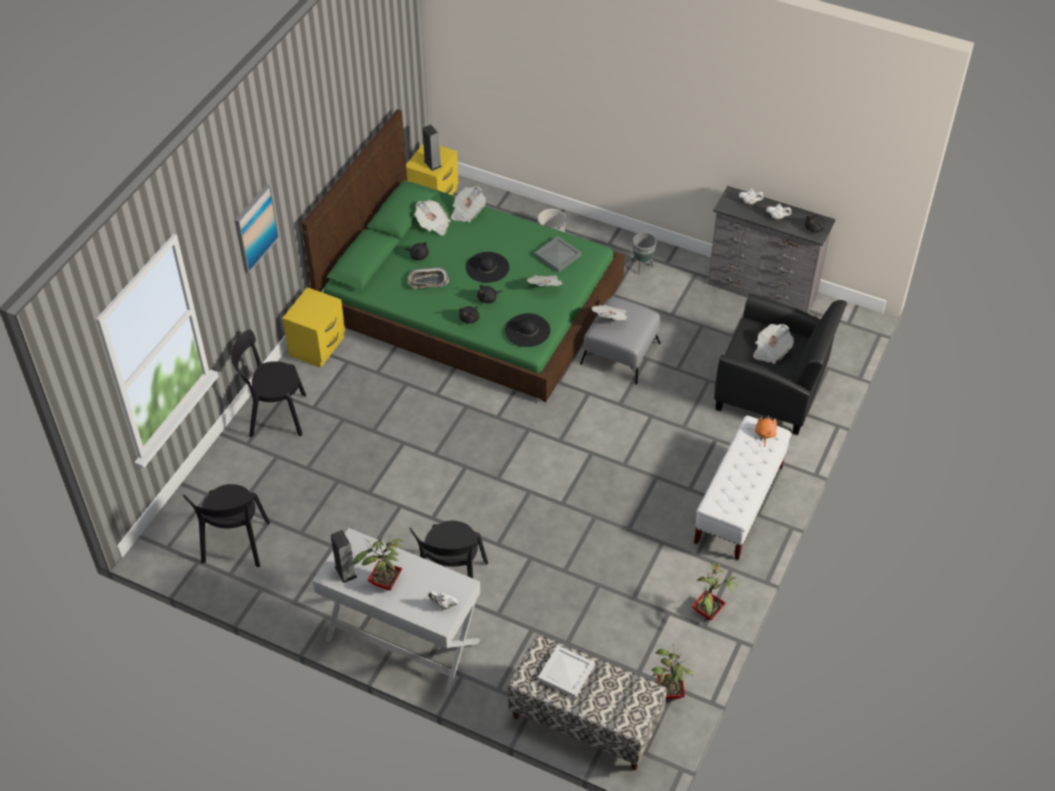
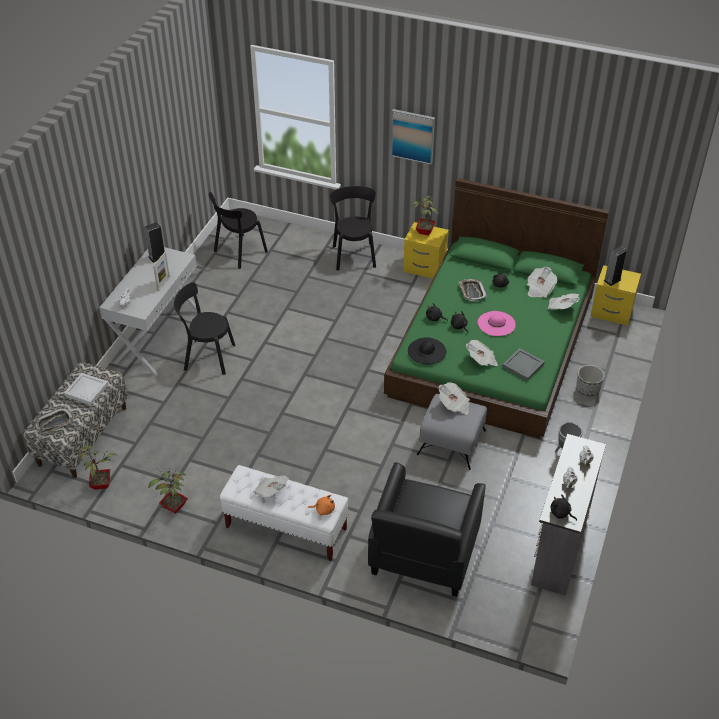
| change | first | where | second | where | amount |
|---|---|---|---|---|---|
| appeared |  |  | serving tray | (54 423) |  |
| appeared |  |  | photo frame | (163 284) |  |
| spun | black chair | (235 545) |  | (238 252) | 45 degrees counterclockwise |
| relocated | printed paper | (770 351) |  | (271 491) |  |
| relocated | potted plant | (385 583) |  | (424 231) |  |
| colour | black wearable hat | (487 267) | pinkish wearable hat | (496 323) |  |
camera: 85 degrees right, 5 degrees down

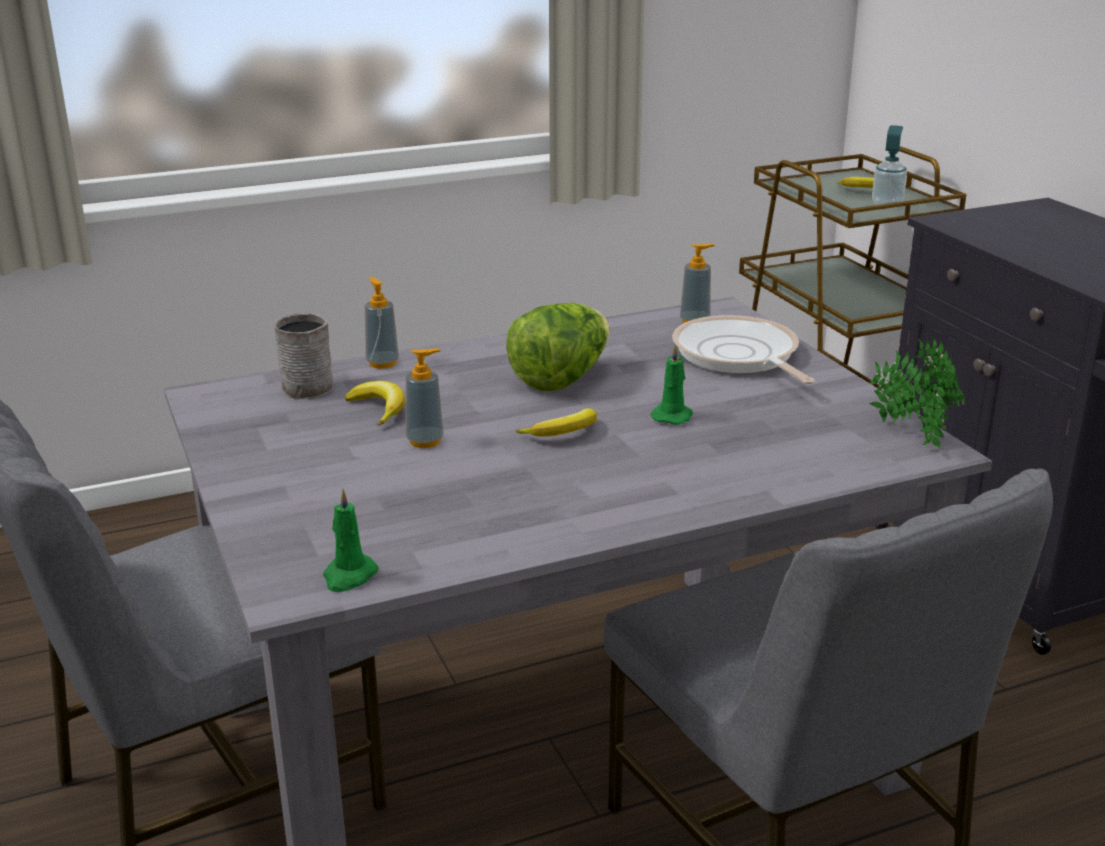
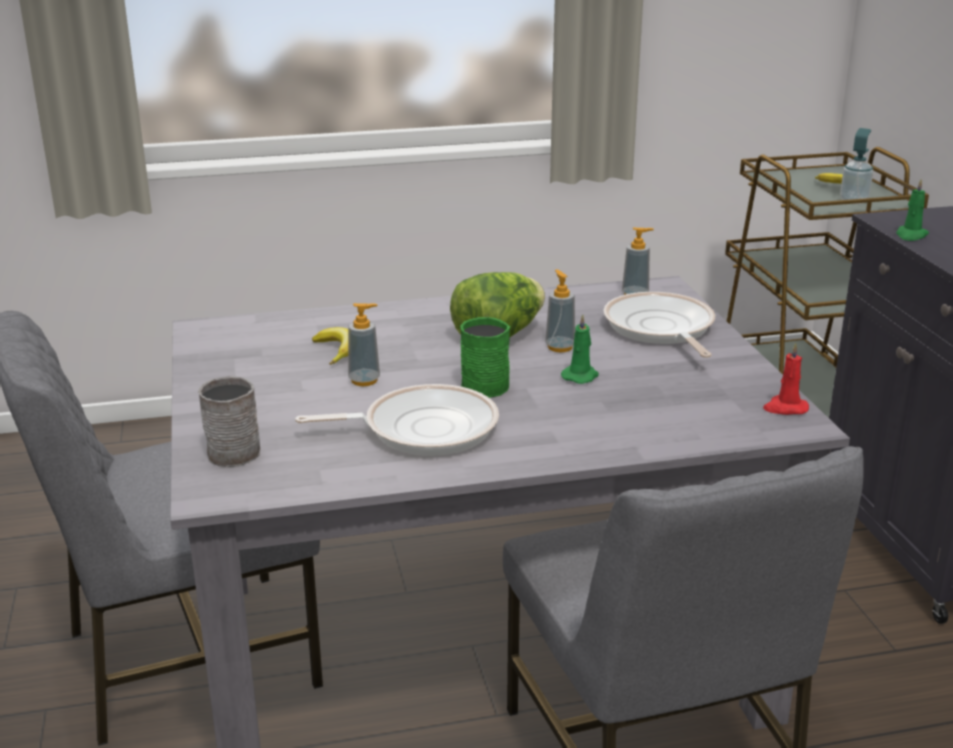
| change | first | where | second | where | amount |
|---|---|---|---|---|---|
| relocated | greyish tea mug | (305 385) |  | (233 449) |  |
| appeared |  |  | frying pan | (423 428) |  |
| exchanged | whole banana | (563 433) | green tea mug | (481 383) |  |
| relocated | liquid soap bottle | (382 363) |  | (560 347) |  |
| exchanged | potted plant | (910 433) | red candle | (785 408) |  |
| relocated | green candle | (349 576) |  | (911 235) |  |
camera: 10 degrees right, 0 degrees up

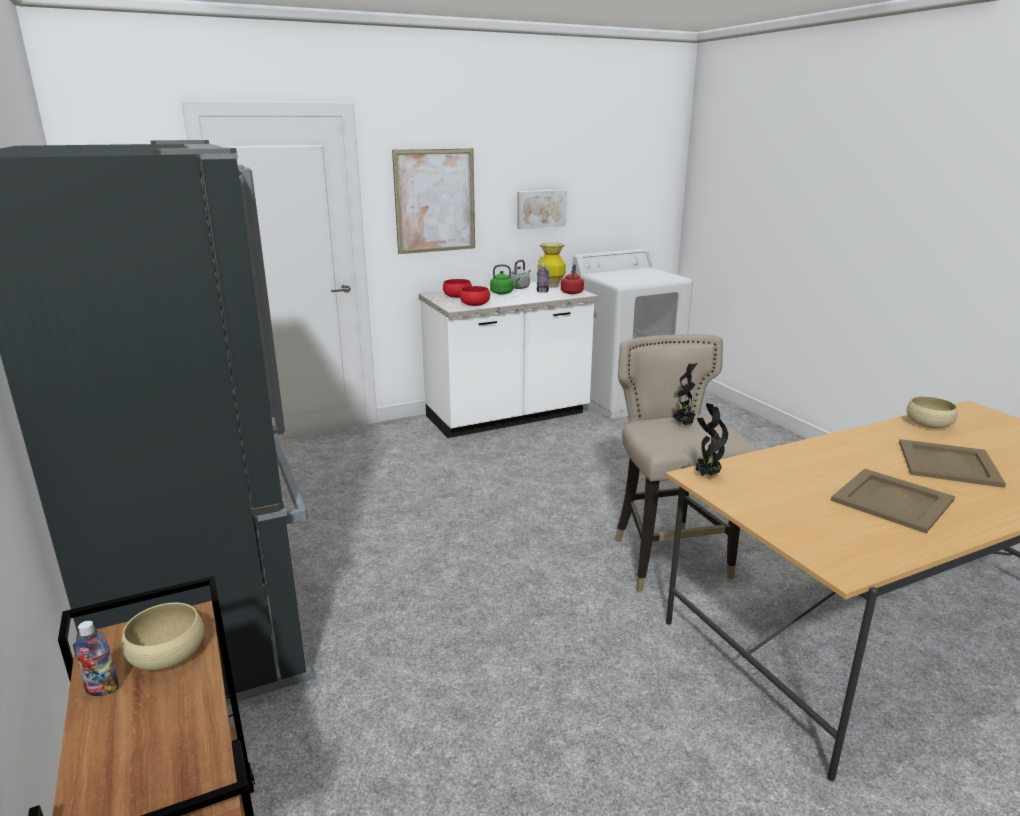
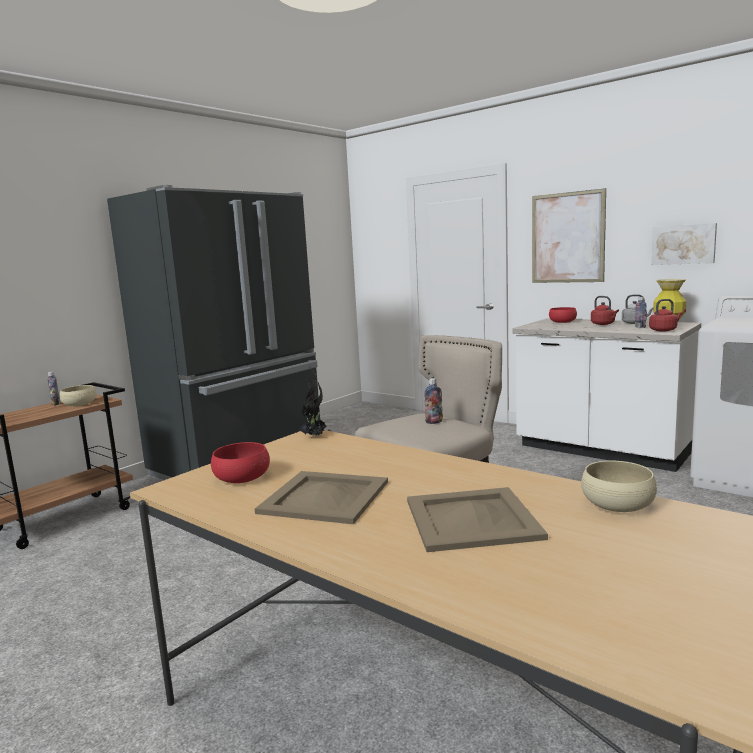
| change | first | where | second | where | amount |
|---|---|---|---|---|---|
| relocated | red deep dish | (475 304) |  | (242 477) |  |
| exchanged | potted plant | (684 425) | drink bottle | (434 422) |  |
| colour | green water kettle | (503 293) | red water kettle | (604 324) |  |
camera: 65 degrees right, 10 degrees down

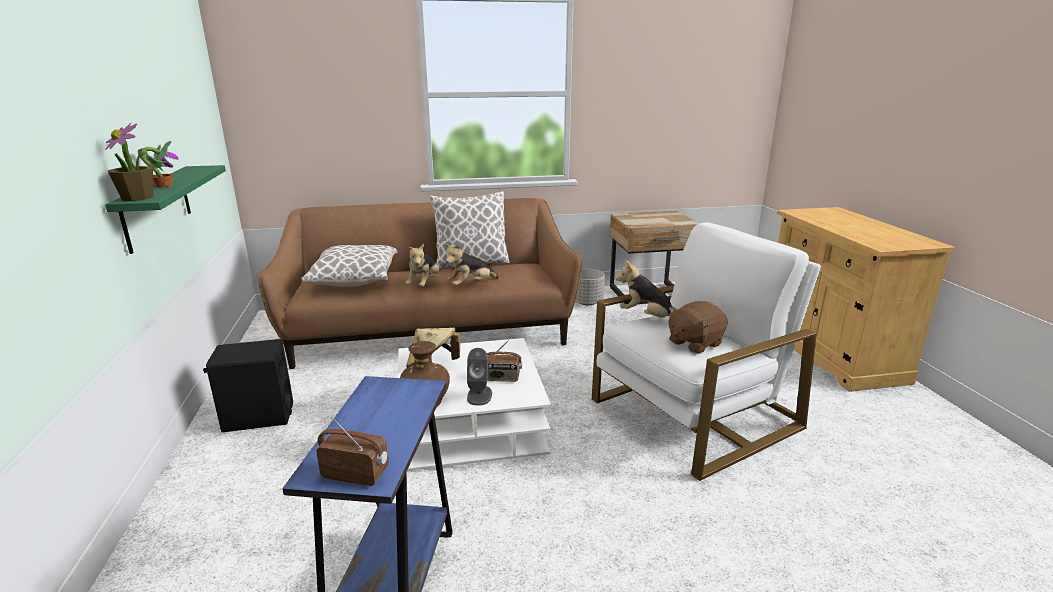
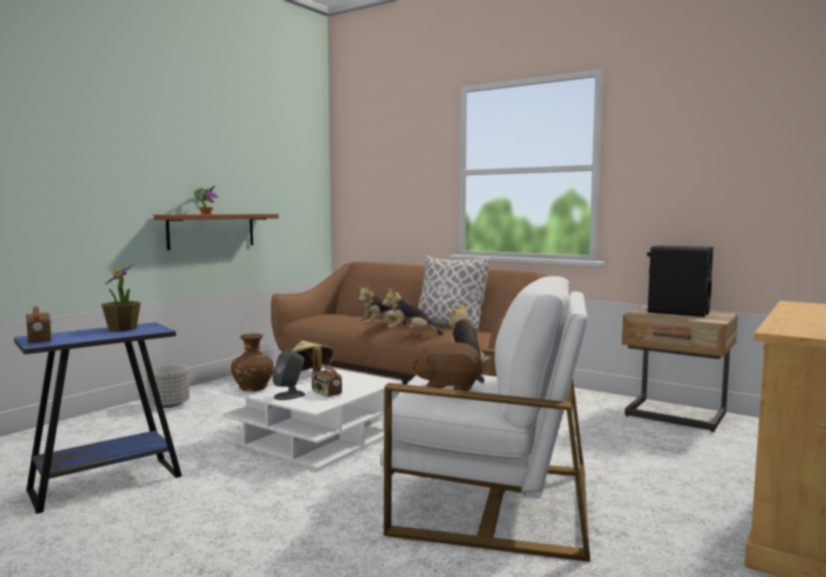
| change | first | where | second | where | amount |
|---|---|---|---|---|---|
| relocated | potted plant | (138 198) |  | (122 329) |  |
| relocated | greyish plant pot | (587 302) |  | (169 405) |  |
| colour | green shelf | (157 207) | brown shelf | (211 231) |  |
| relocated | black speaker | (258 417) |  | (678 312) |  |
| missing | pillow | (354 281) |  |  |  |
camera: 45 degrees right, 15 degrees down

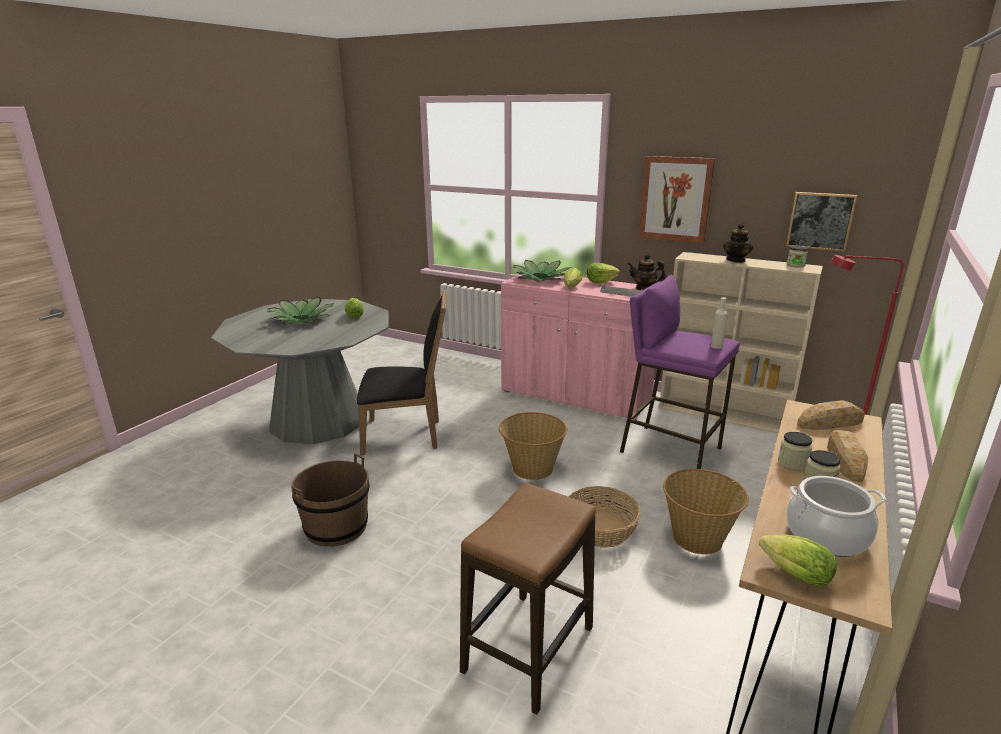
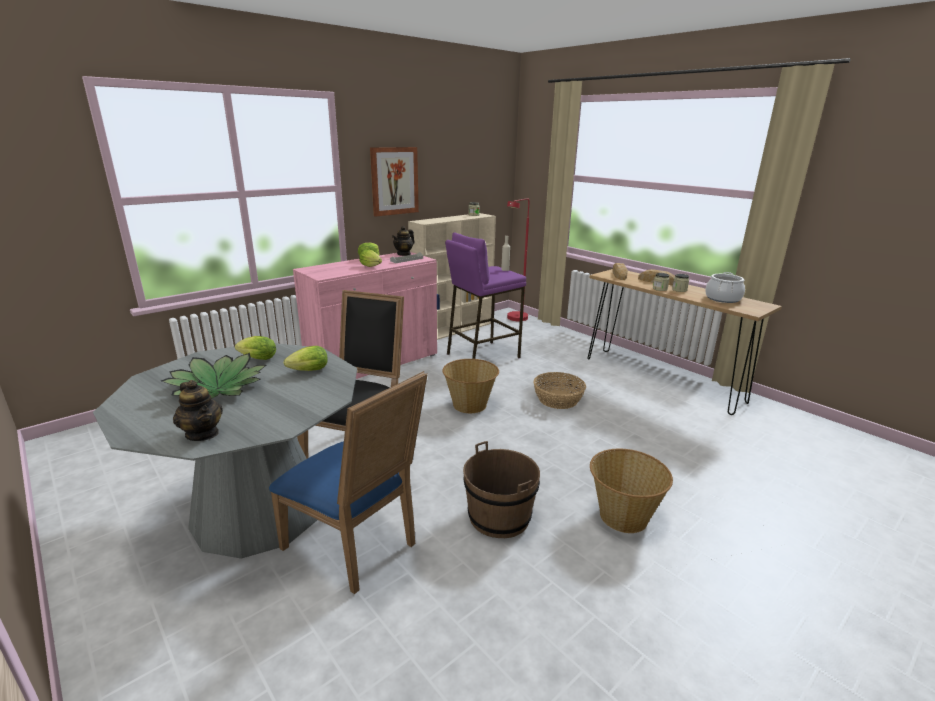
| change | first | where | second | where | amount |
|---|---|---|---|---|---|
| relocated | teapot | (736 260) |  | (202 434) |  |
| appeared |  |  | blue chair | (356 547) |  |
| relocated | lettuce head | (791 573) |  | (307 371) |  |
| relocated | household basket | (698 538) |  | (622 516) |  |
| missing | sitting stool | (528 650) |  |  |  |
| missing | potted plant | (540 278) |  |  |  |
| missing | wall picture | (820 221) |  |  |  |
camera: 70 degrees left, 0 degrees up

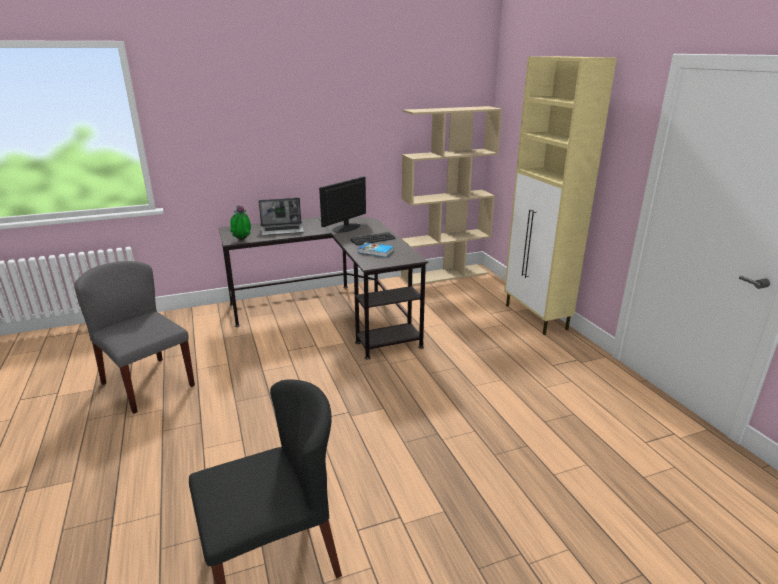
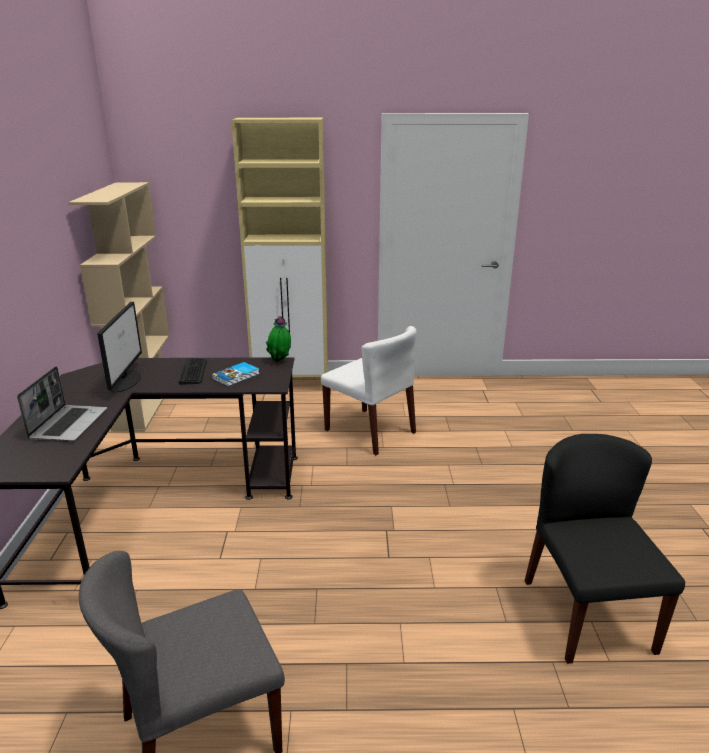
| change | first | where | second | where | amount |
|---|---|---|---|---|---|
| spun | monitor | (345 228) |  | (125 380) | 150 degrees counterclockwise |
| relocated | potted plant | (242 240) |  | (280 361) |  |
| appeared |  |  | white chair | (370 431) |  |
camera: 70 degrees left, 0 degrees up

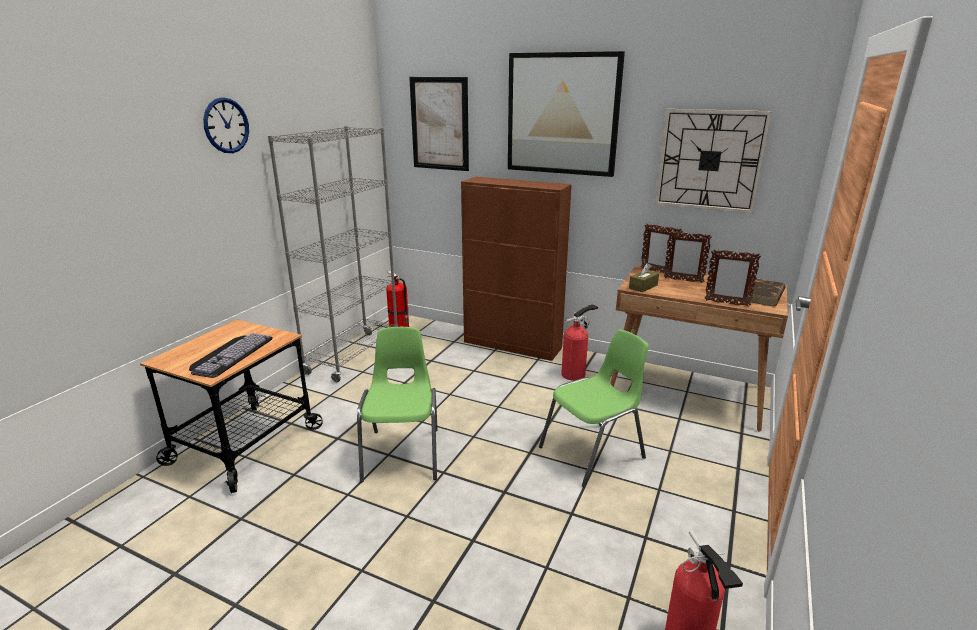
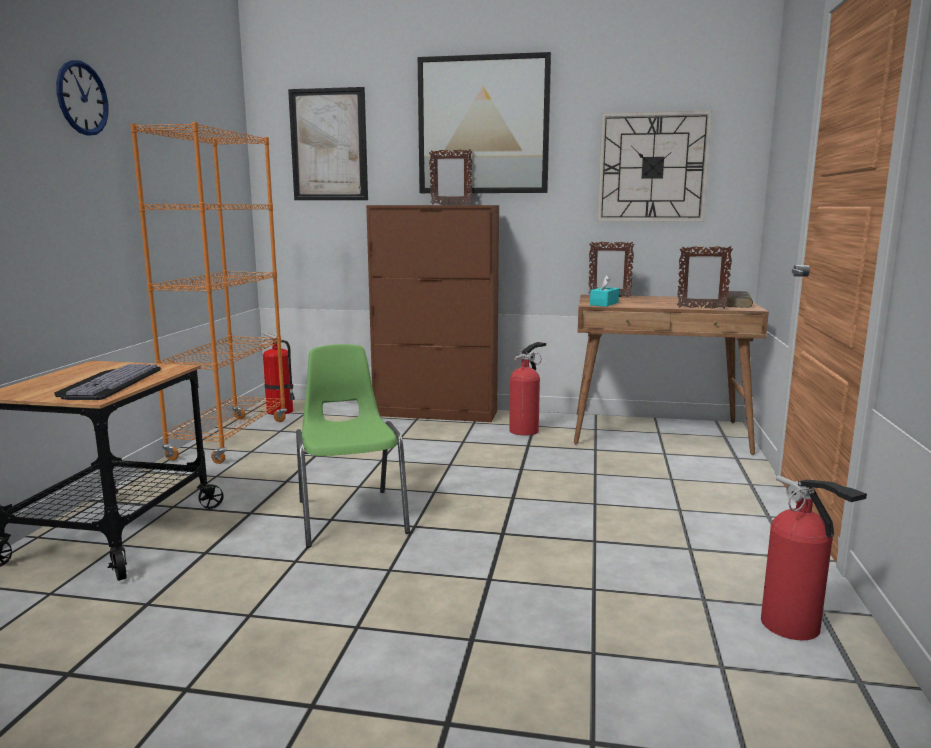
| change | first | where | second | where | amount |
|---|---|---|---|---|---|
| colour | greyish bookshelf | (353 356) | orangey bookshelf | (230 439) |  |
| relocated | photo frame | (683 280) |  | (450 204) |  |
| colour | brown tissue box | (643 286) | turquoise tissue box | (604 304) |  |
| missing | green chair | (594 453) |  |  |  |
camera: 15 degrees left, 10 degrees down

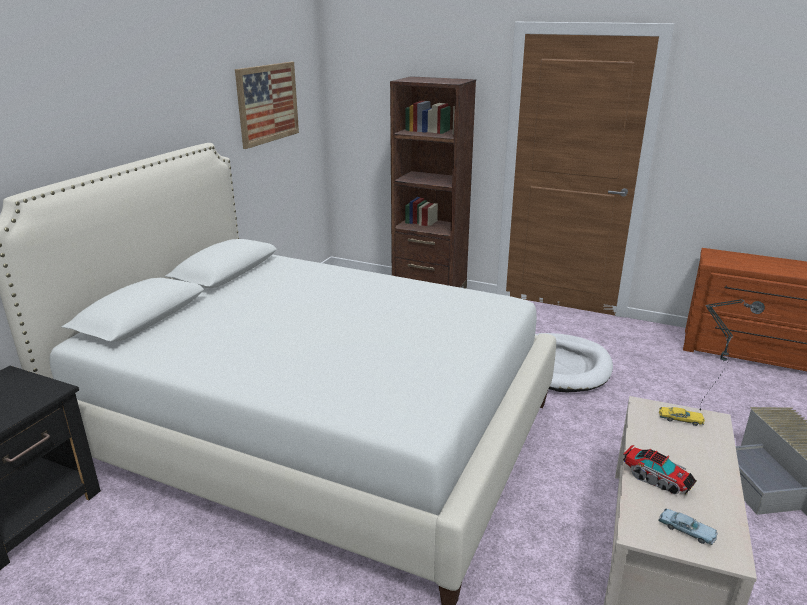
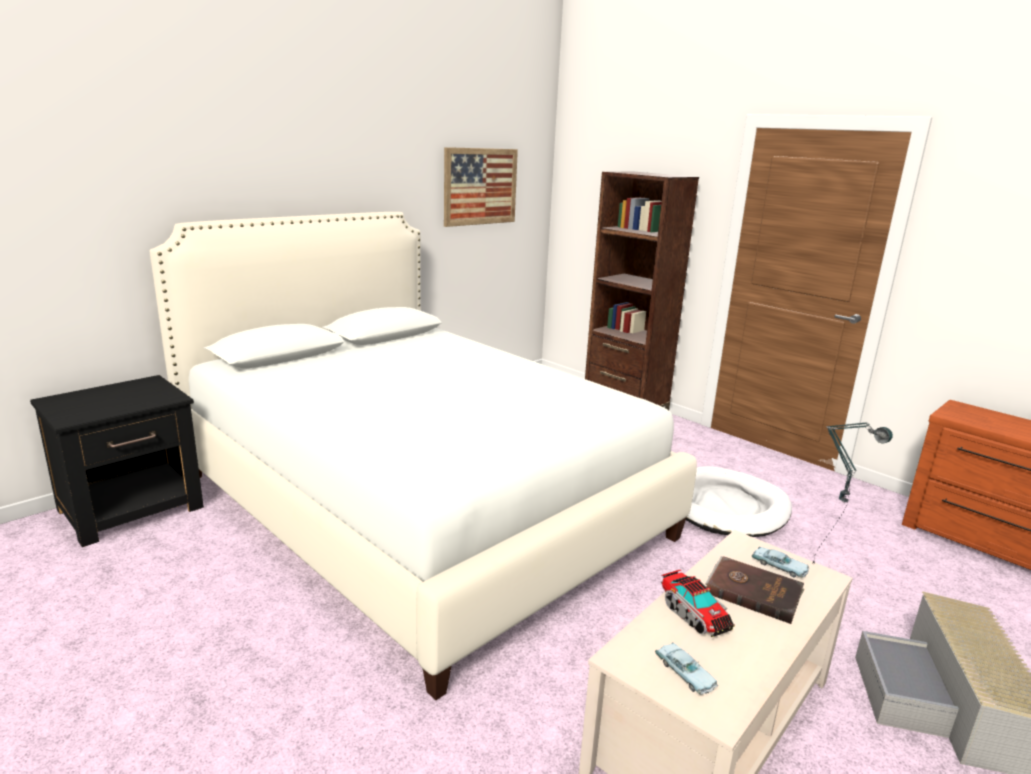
| change | first | where | second | where | amount |
|---|---|---|---|---|---|
| appeared |  |  | brown book | (753 591) |  |
| colour | yellowish model car | (680 419) | blue model car | (779 566) |  |
camera: 20 degrees right, 5 degrees down

